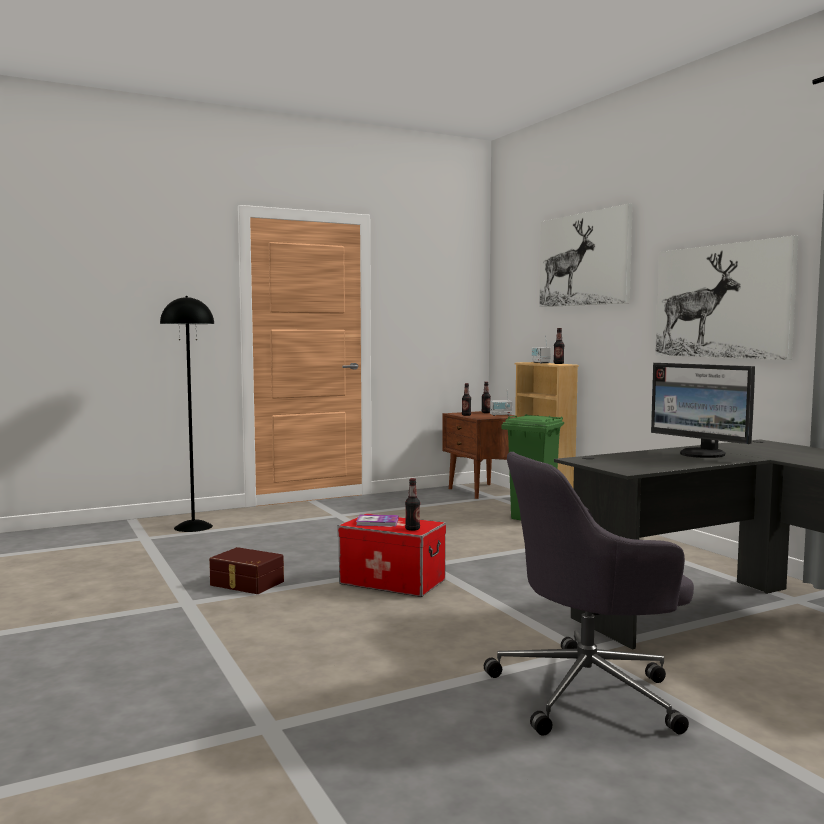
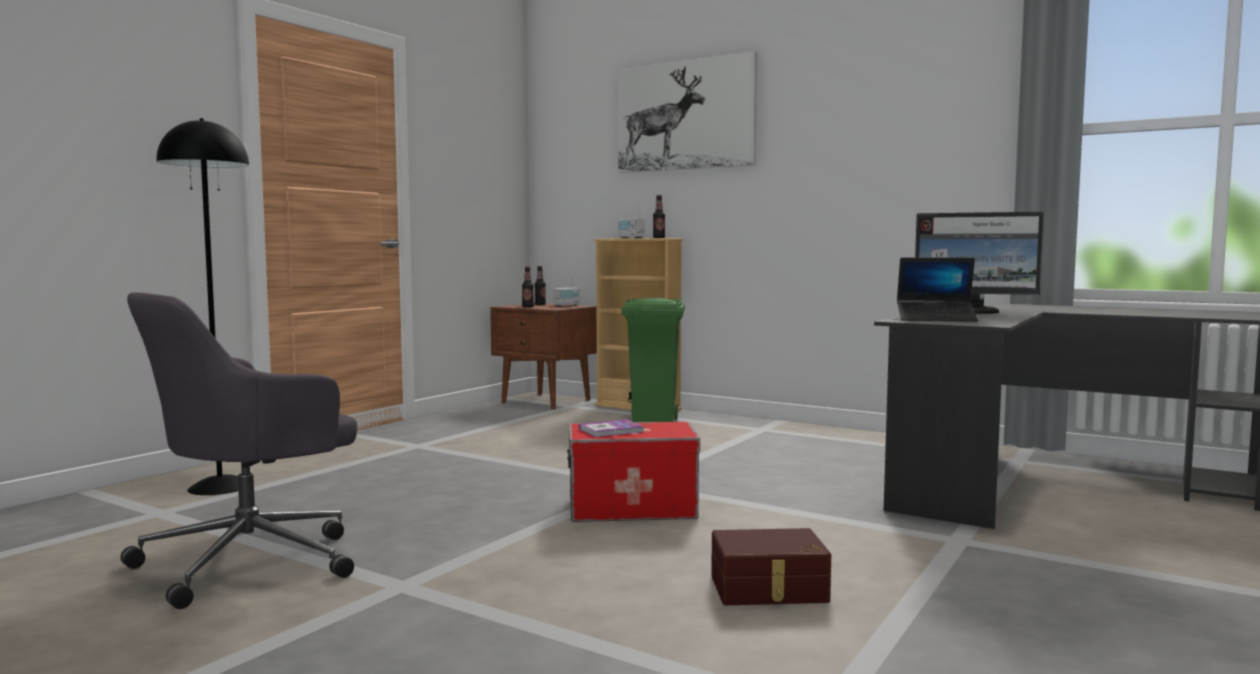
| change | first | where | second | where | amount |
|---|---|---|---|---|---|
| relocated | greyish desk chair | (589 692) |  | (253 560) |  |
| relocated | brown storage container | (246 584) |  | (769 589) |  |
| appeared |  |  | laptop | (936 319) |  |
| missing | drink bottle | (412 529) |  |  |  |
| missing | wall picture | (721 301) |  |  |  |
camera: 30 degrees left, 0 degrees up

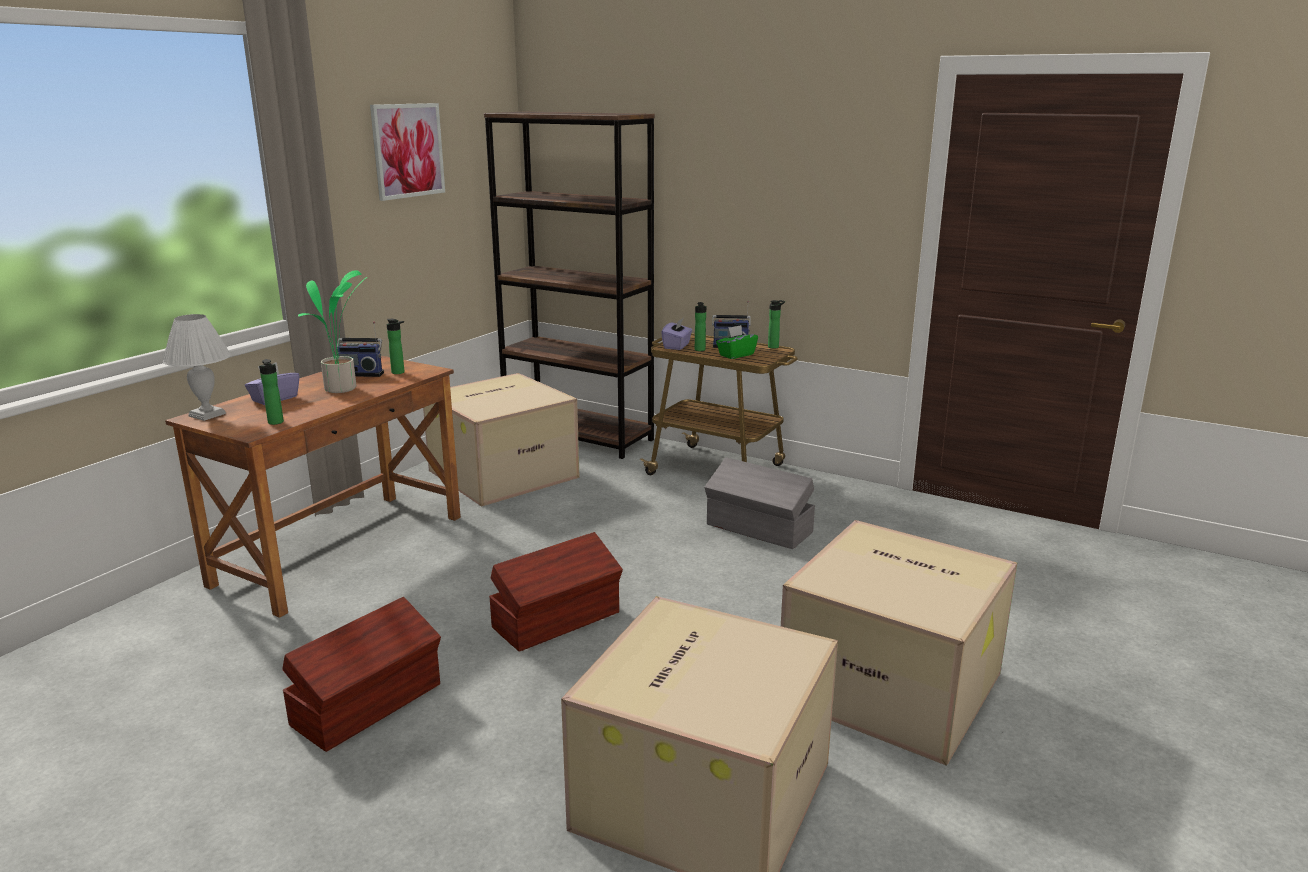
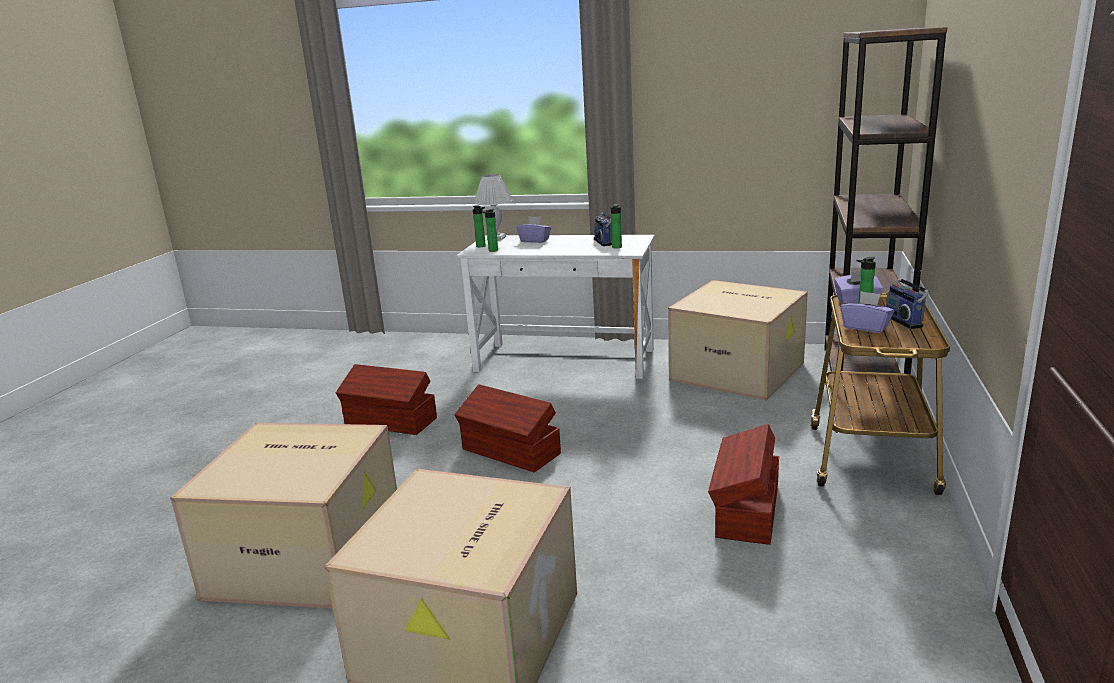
| change | first | where | second | where | amount |
|---|---|---|---|---|---|
| colour | brown desk unit | (341 550) | white desk unit | (565 360) |  |
| relocated | drink bottle | (774 347) |  | (482 246) |  |
| colour | greyish storage container | (759 529) | brown storage container | (746 510) |  |
| colour | green tissue box | (736 355) | purplish tissue box | (866 327) |  |
| missing | potted plant | (343 389) |  |  |  |
| missing | wall picture | (408 150) |  |  |  |
camera: 75 degrees right, 0 degrees up

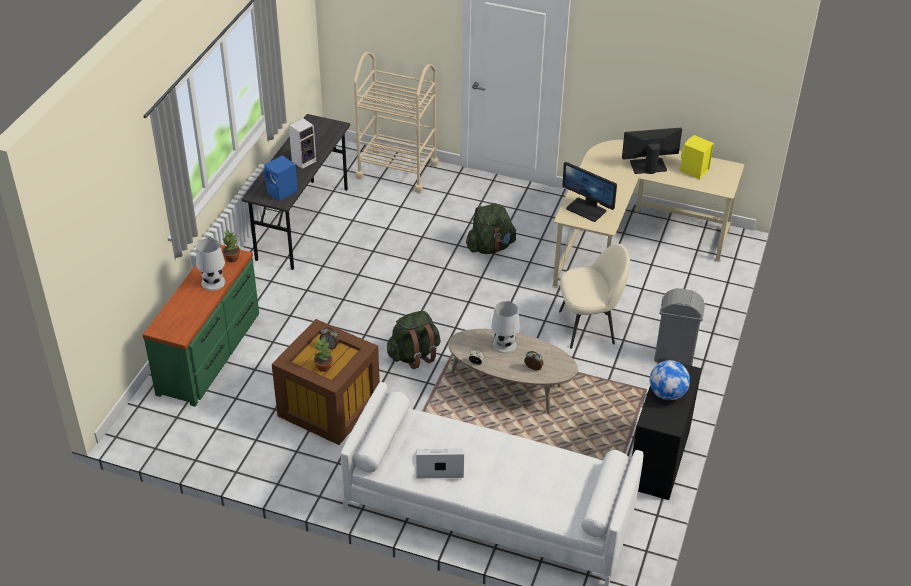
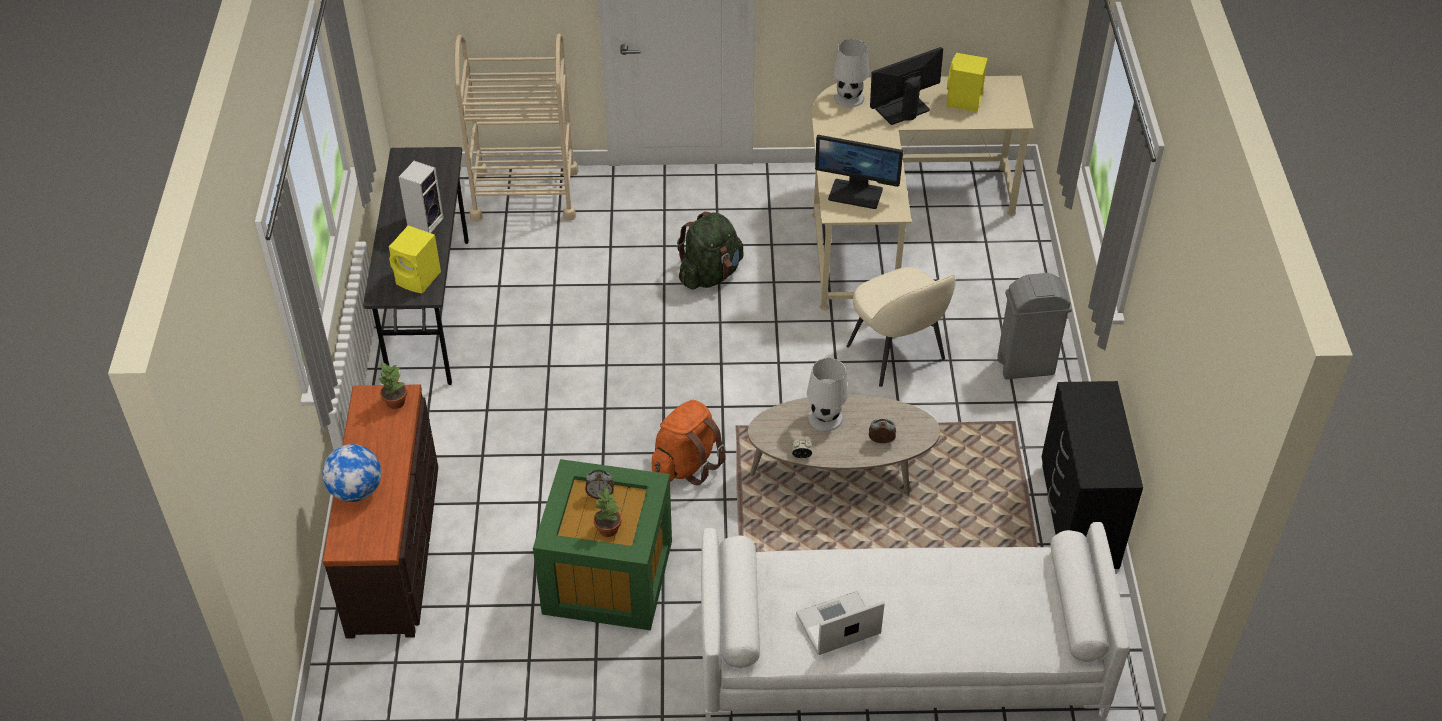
| change | first | where | second | where | amount |
|---|---|---|---|---|---|
| relocated | globe | (667 394) |  | (356 491) |  |
| colour | green dresser | (210 353) | brown dresser | (395 547) |  |
| colour | blue speaker | (282 192) | yellowish speaker | (419 279) |  |
| colour | brown storage container | (331 406) | green storage container | (610 576) |  |
| colour | green rucksack | (414 355) | orangey rucksack | (687 464) |  |
| relocated | white table lamp | (213 282) |  | (849 97) |  |
| spun | beige chair | (588 327) |  | (897 354) | 90 degrees clockwise |
camera: 20 degrees left, 5 degrees up

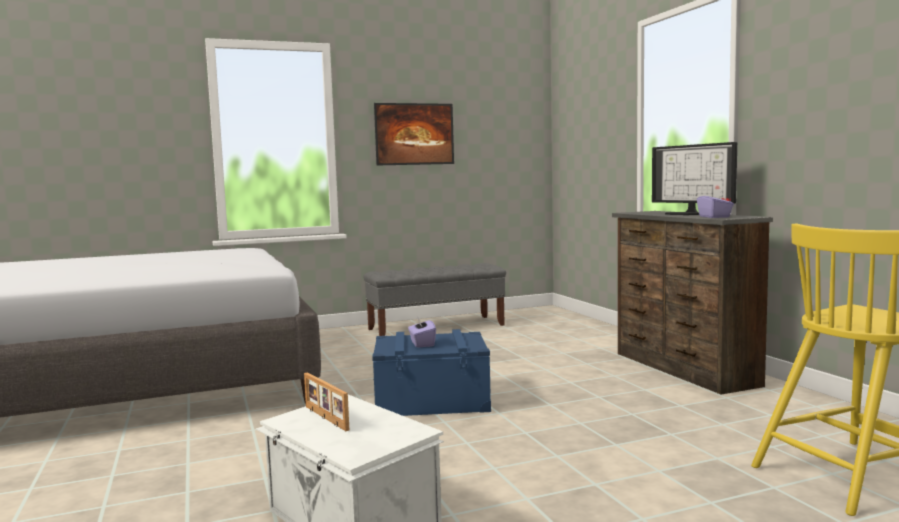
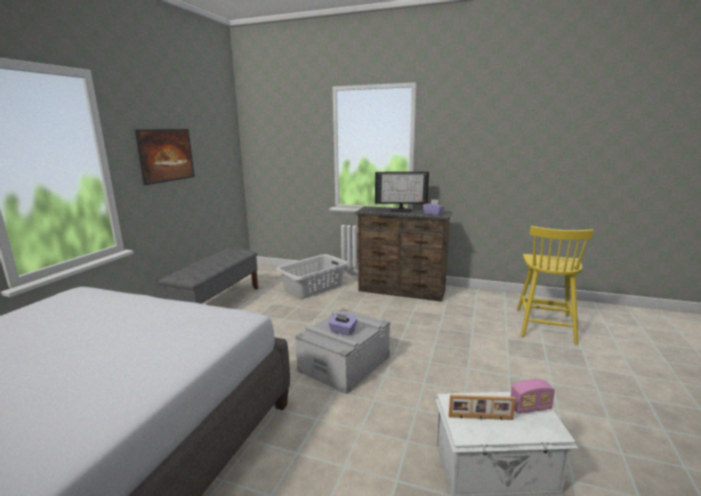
| change | first | where | second | where | amount |
|---|---|---|---|---|---|
| appeared |  |  | greyish washing basket | (314 287) |  |
| colour | blue storage container | (431 399) | greyish storage container | (344 363) |  |
| appeared |  |  | radio receiver | (530 408) |  |
camera: 50 degrees left, 10 degrees up

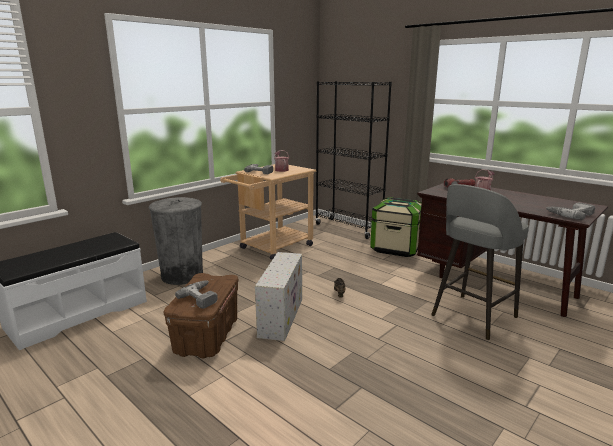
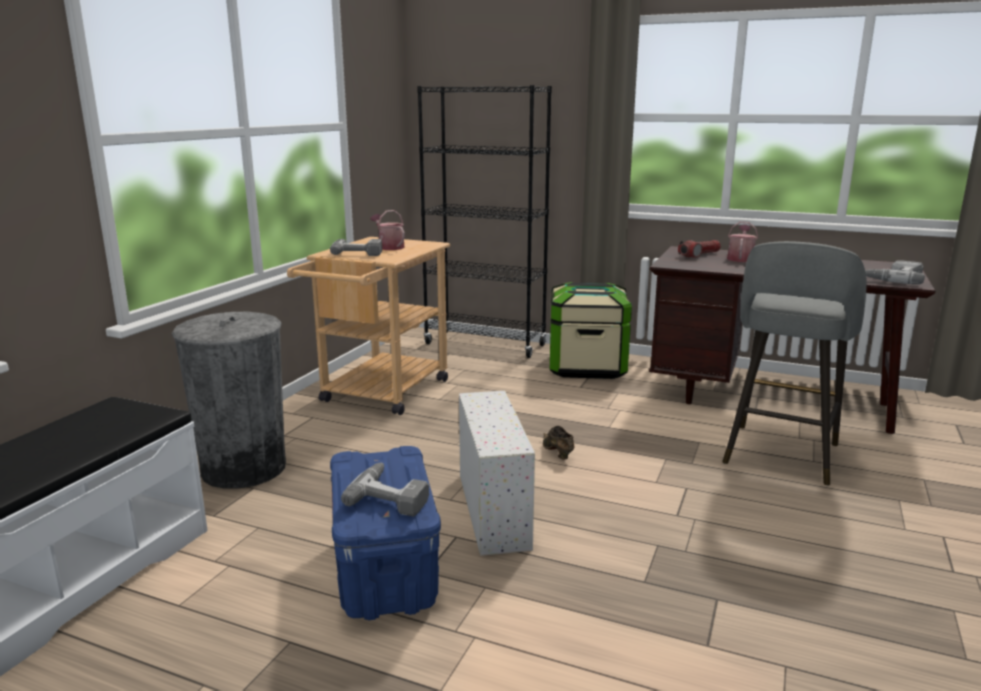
| change | first | where | second | where | amount |
|---|---|---|---|---|---|
| colour | brown storage container | (207 336) | blue storage container | (384 571) |  |
camera: 20 degrees left, 0 degrees up

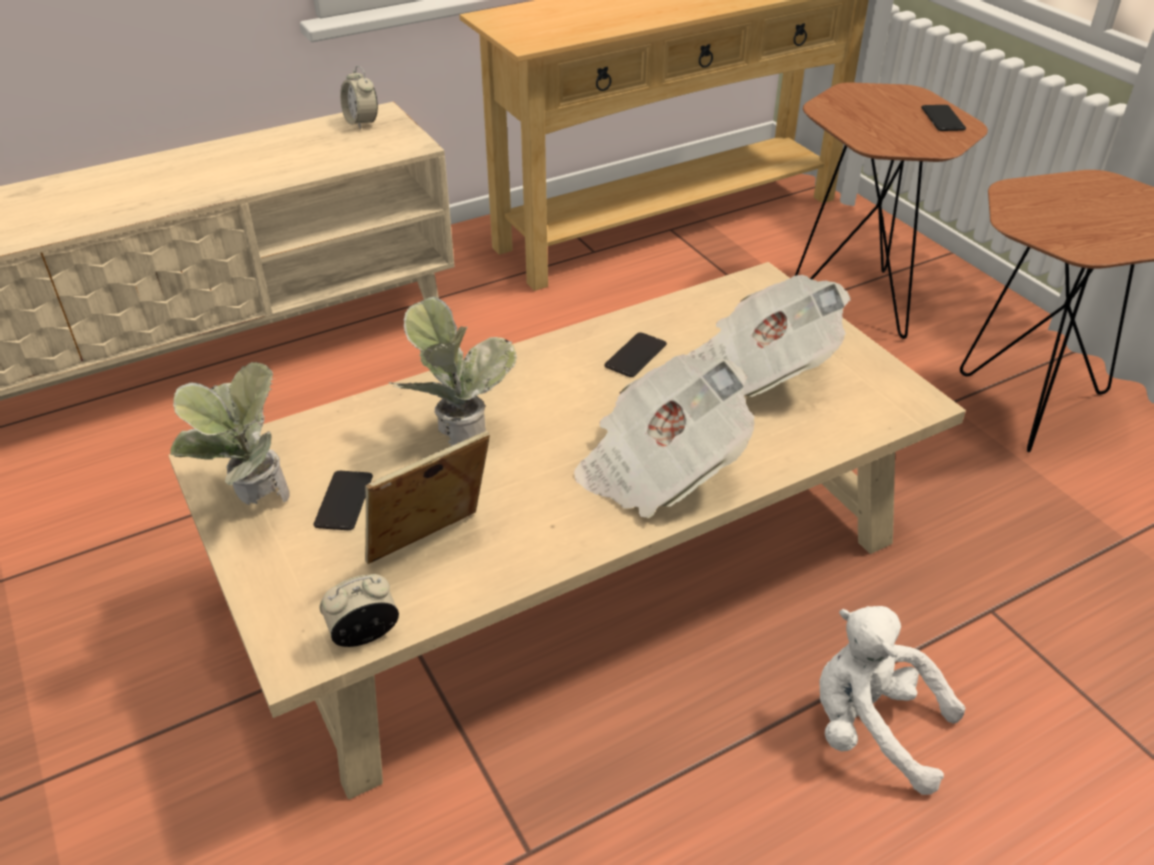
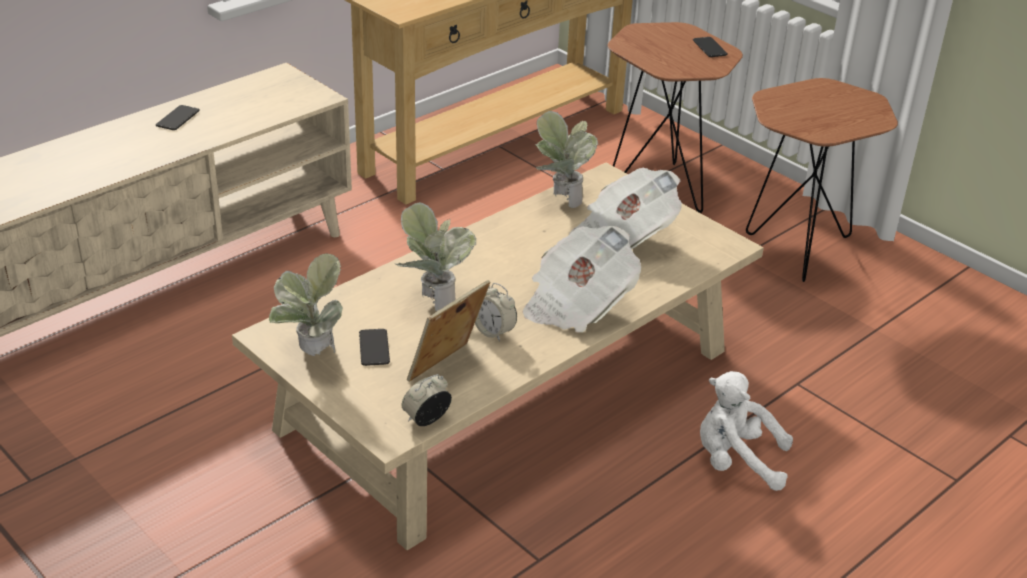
| change | first | where | second | where | amount |
|---|---|---|---|---|---|
| relocated | handset | (635 356) |  | (178 118) |  |
| relocated | bedside clock | (361 123) |  | (494 332) |  |
| appeared |  |  | potted plant | (560 199) |  |
camera: 15 degrees left, 5 degrees down

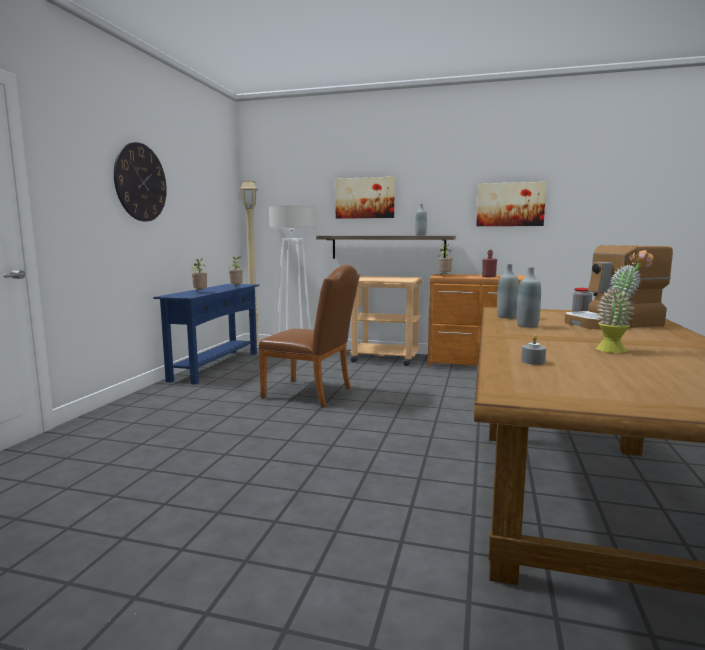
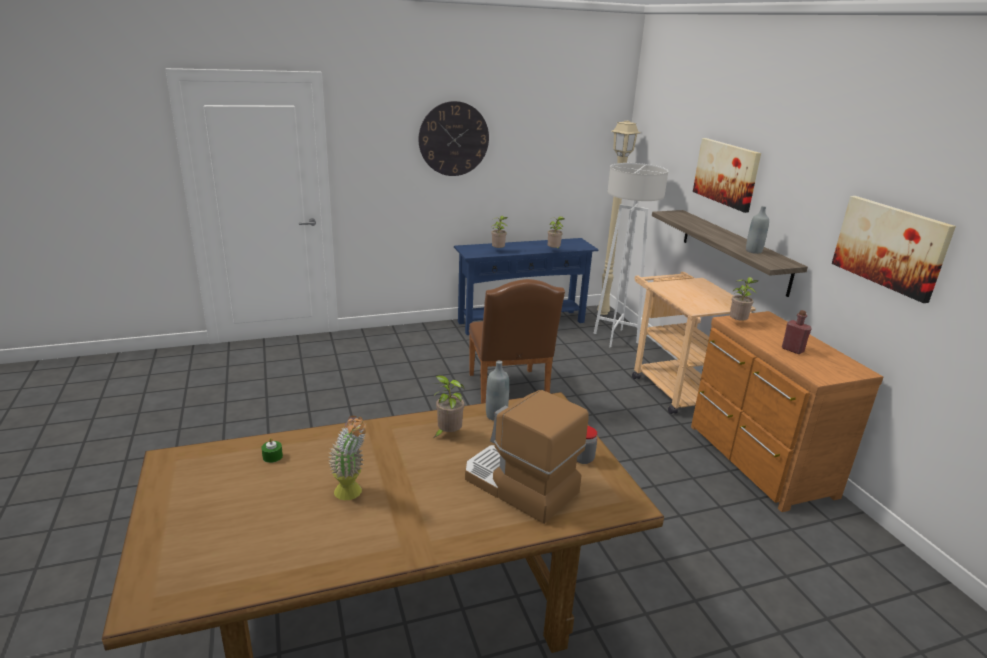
| change | first | where | second | where | amount |
|---|---|---|---|---|---|
| colour | greyish candle | (533 361) | green candle | (272 456) |  |
| exchanged | greyish drink bottle | (527 326) | potted plant | (447 434) |  |
camera: 55 degrees right, 15 degrees up

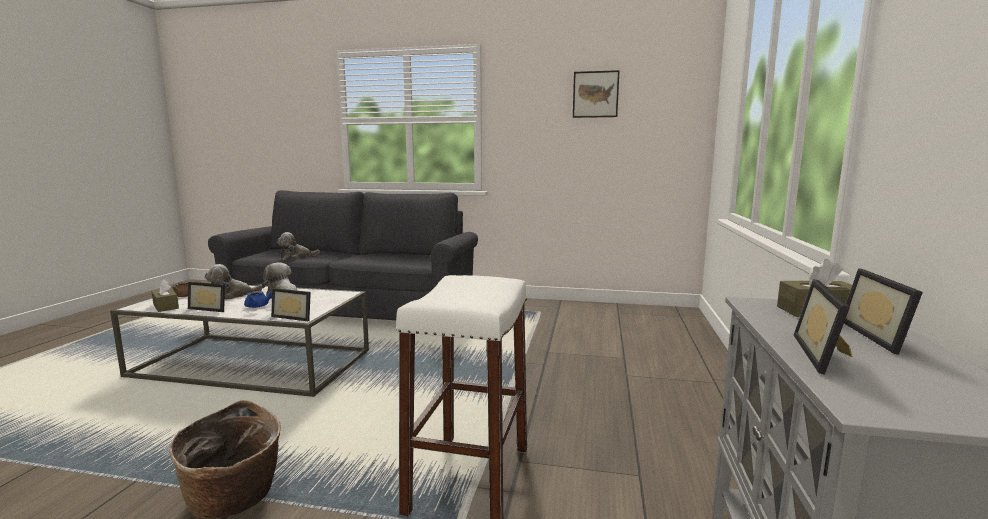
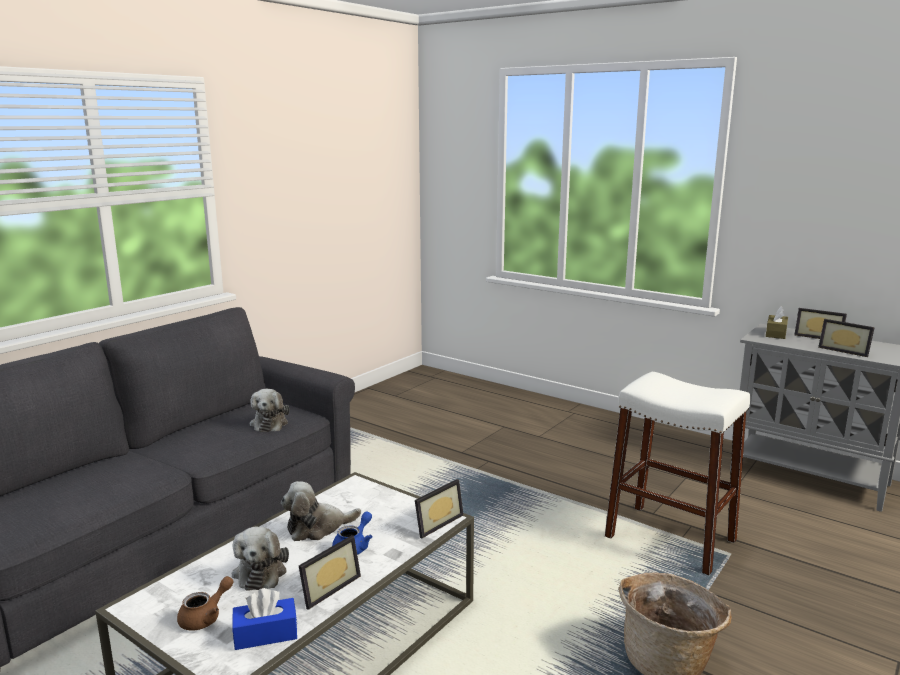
| change | first | where | second | where | amount |
|---|---|---|---|---|---|
| colour | brown tissue box | (166 306) | blue tissue box | (265 634) |  |
| relocated | soft toy | (296 257) |  | (269 423) |  |
| missing | wall picture | (595 94) |  |  |  |
camera: 65 degrees left, 5 degrees up

